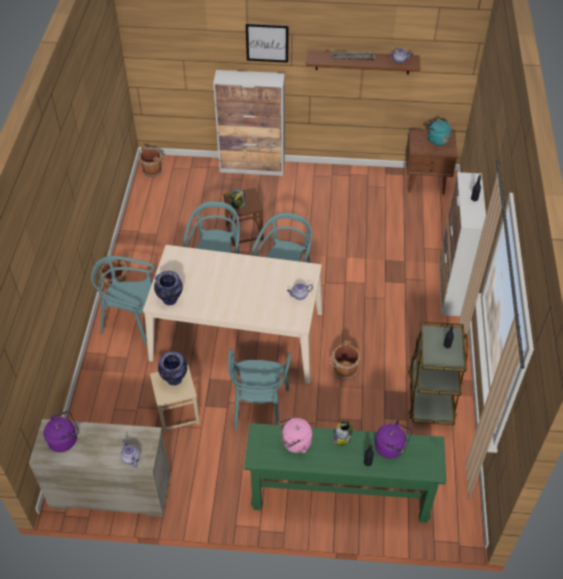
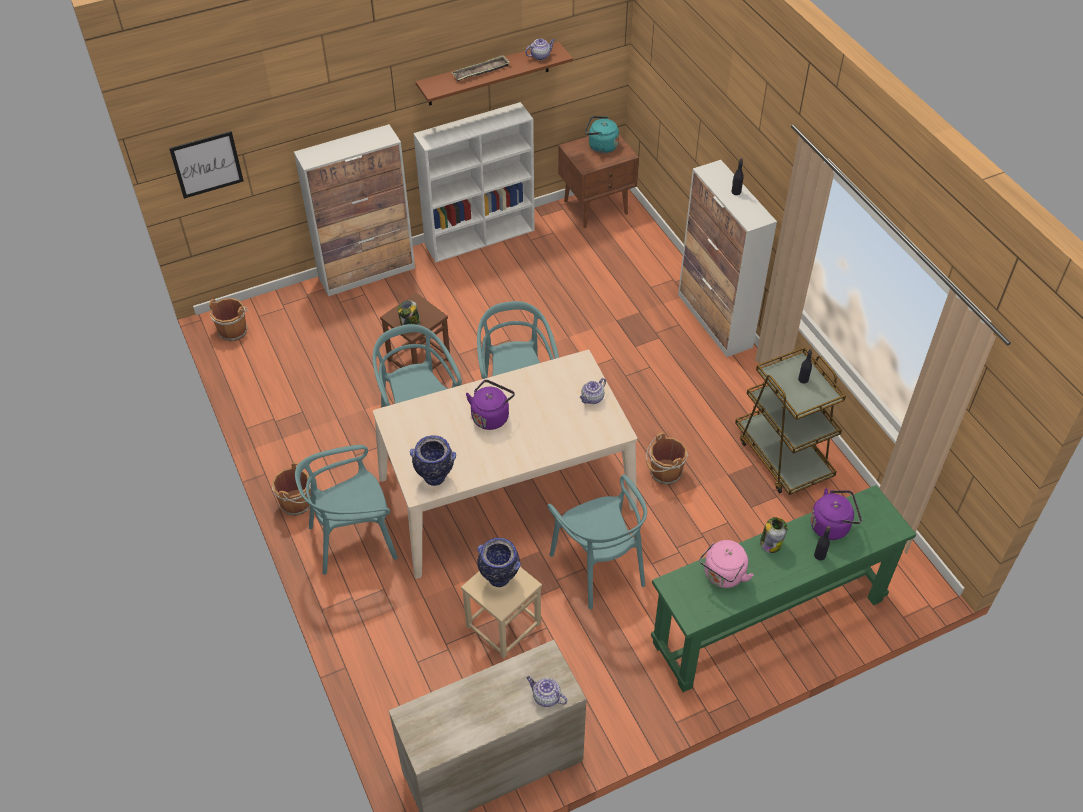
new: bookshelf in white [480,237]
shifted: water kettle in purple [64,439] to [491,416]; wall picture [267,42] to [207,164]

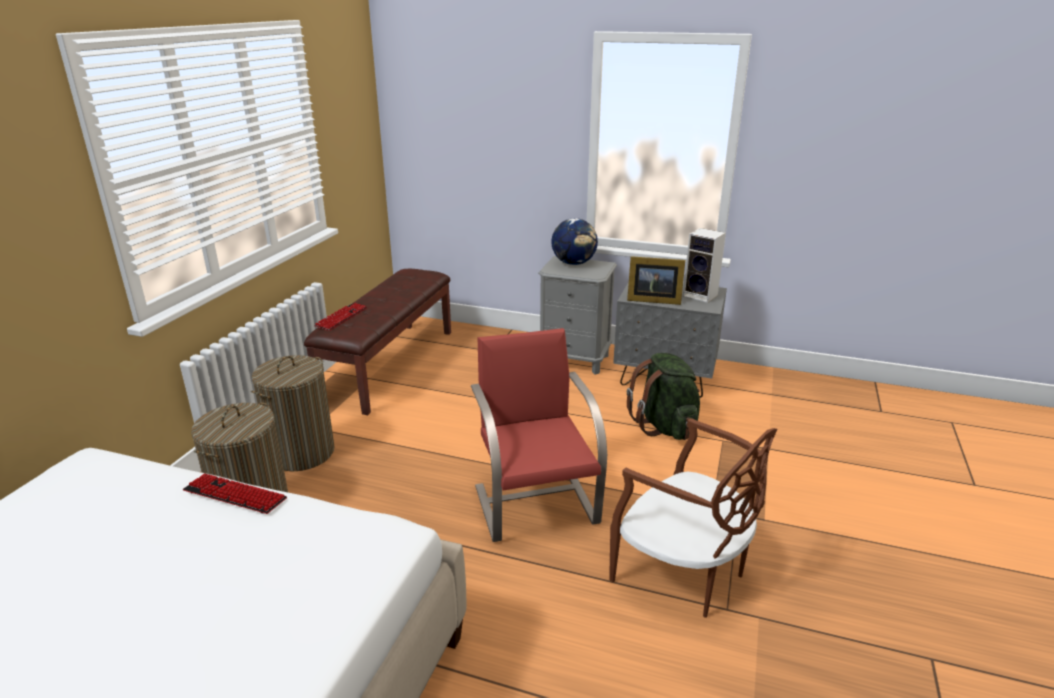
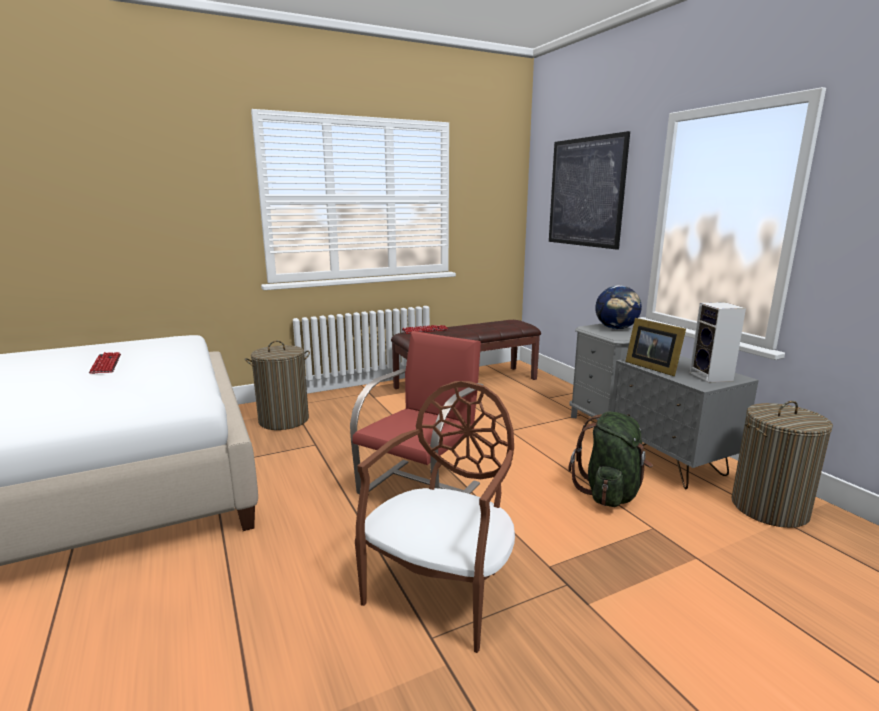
new: wall picture [586,192]
shifted: keyboard [235,495] to [106,364]; washing basket [302,452] to [769,508]
rotated: plain chair in brownish [683,573] = [442,590] 150 degrees counterclockwise

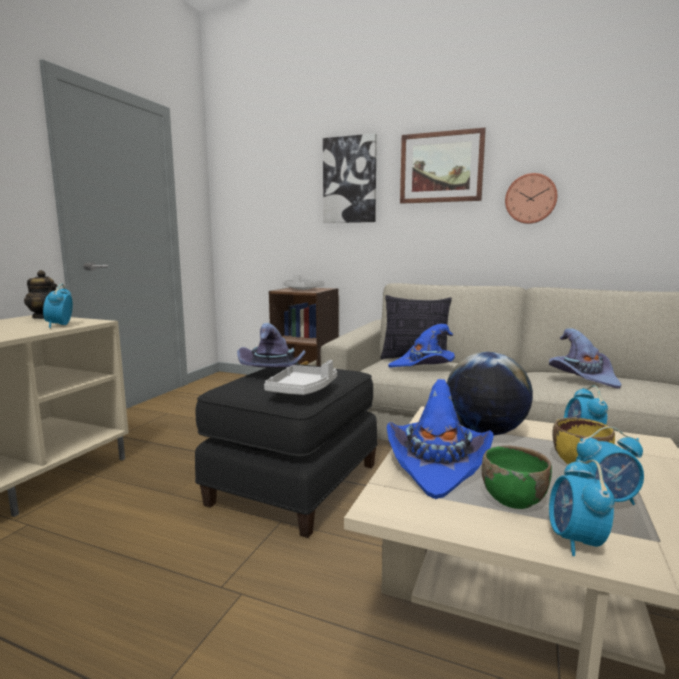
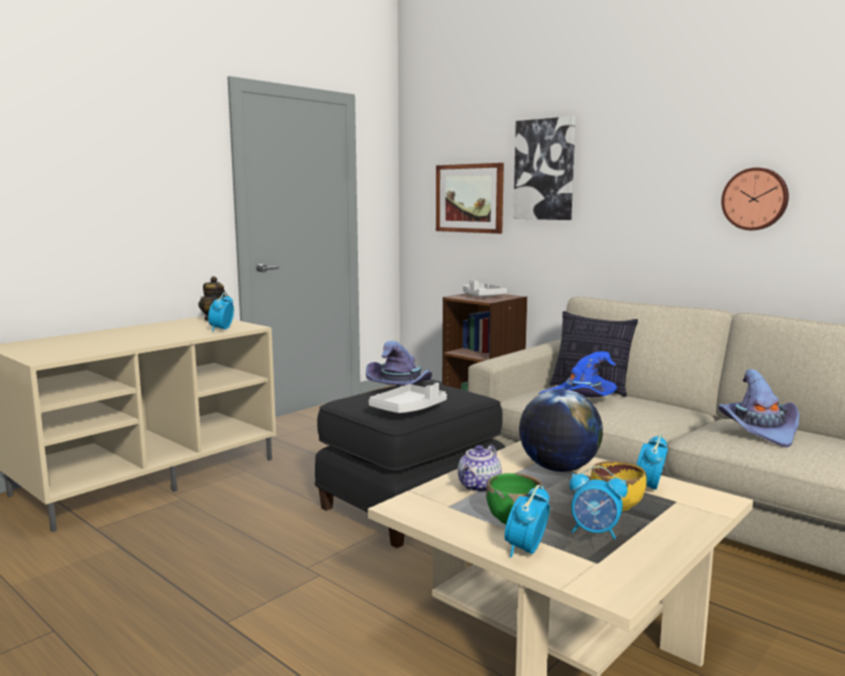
shifted: wall picture [441,167] to [469,198]
swapped: clothing hat in bluish [437,464] to pot for tea [480,487]

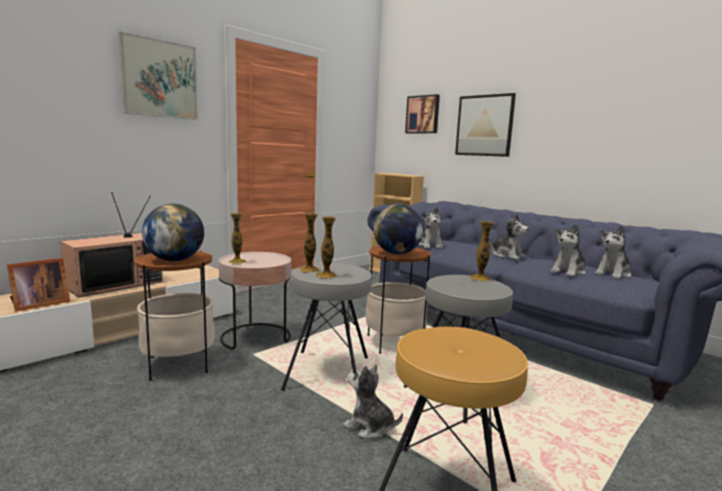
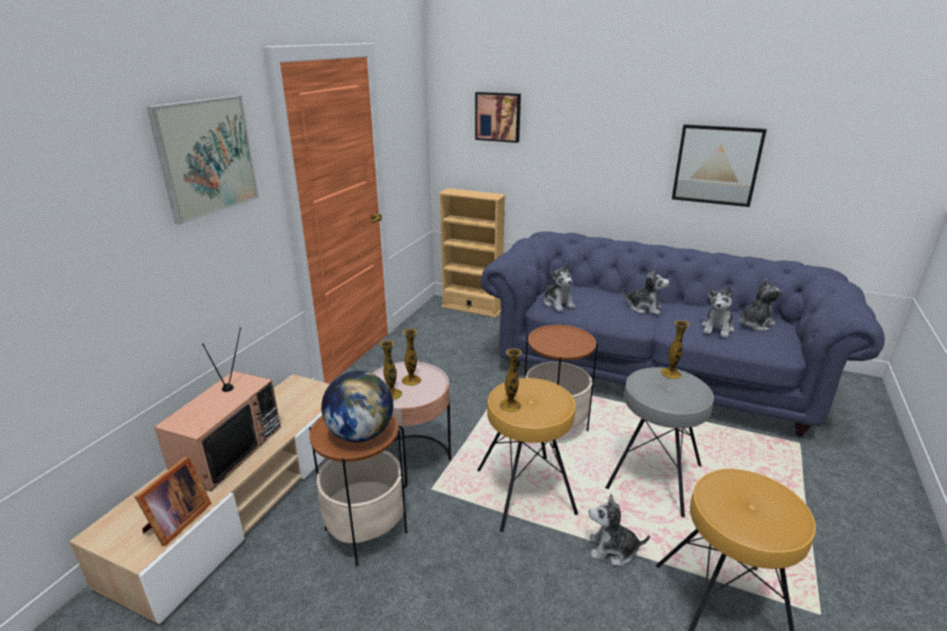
gone: desk globe [397,253]
shifted: decorative vase [326,275] to [411,380]; wall picture [484,125] to [716,165]
repainted: stool in grey [328,373] to stool in brownish [526,491]
rotated: soft toy [613,274] = [754,324] 150 degrees counterclockwise

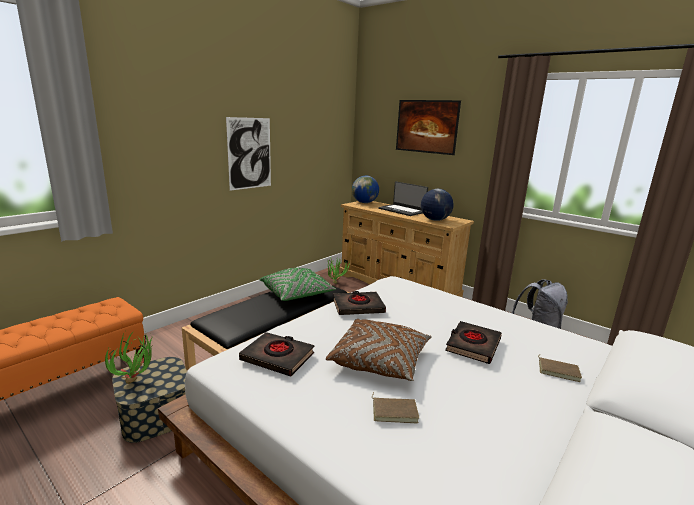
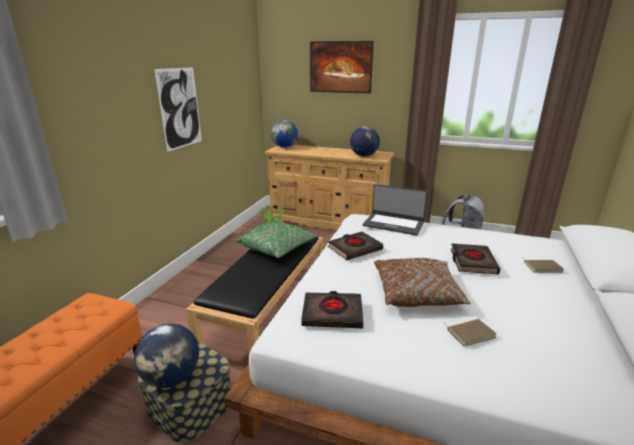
shifted: laptop [402,210] to [393,224]
swapped: houseplant [138,381] to desk globe [172,377]

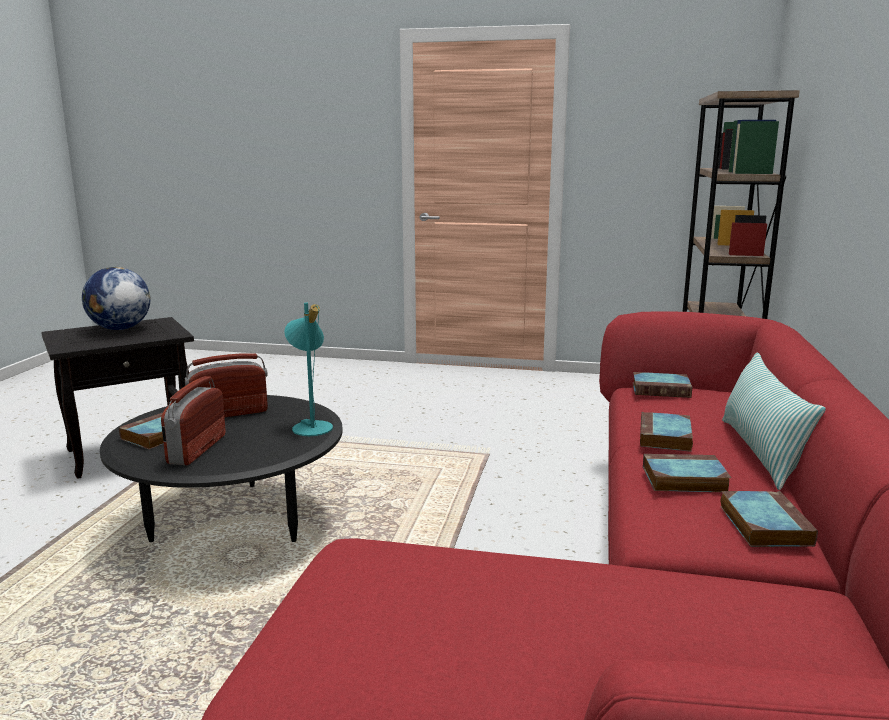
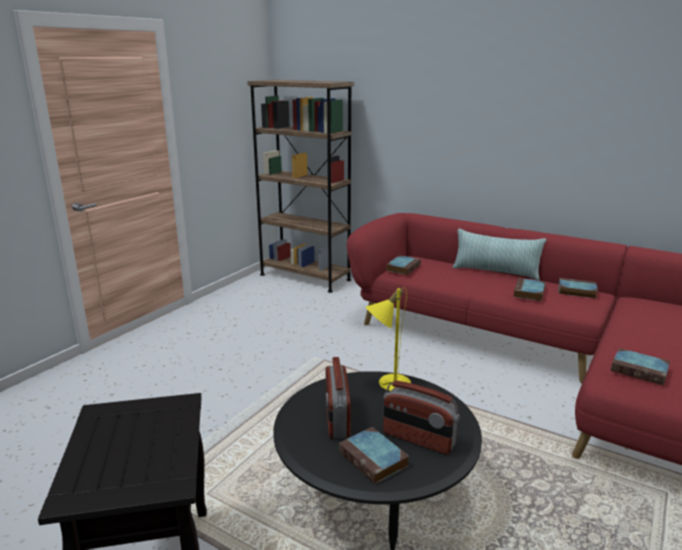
gone: desk globe [119,329]
shifted: book [665,437] to [640,370]
repainted: lamp for a table in turquoise-coloured [311,425] to lamp for a table in yellowish [388,382]

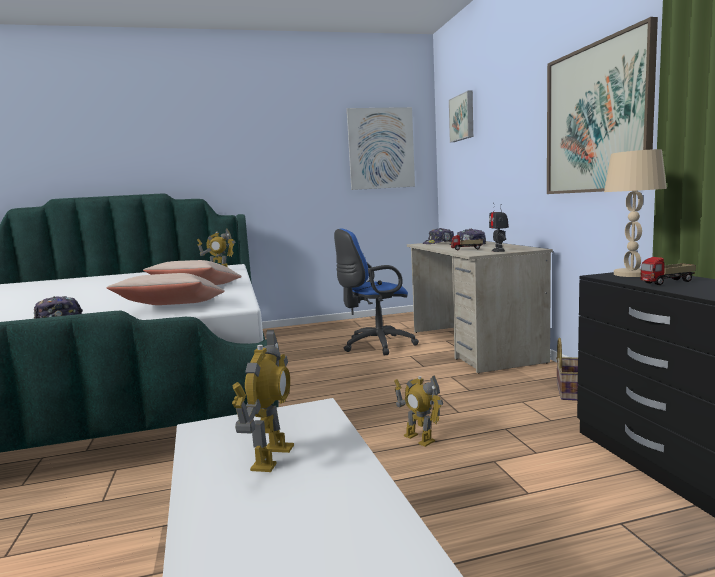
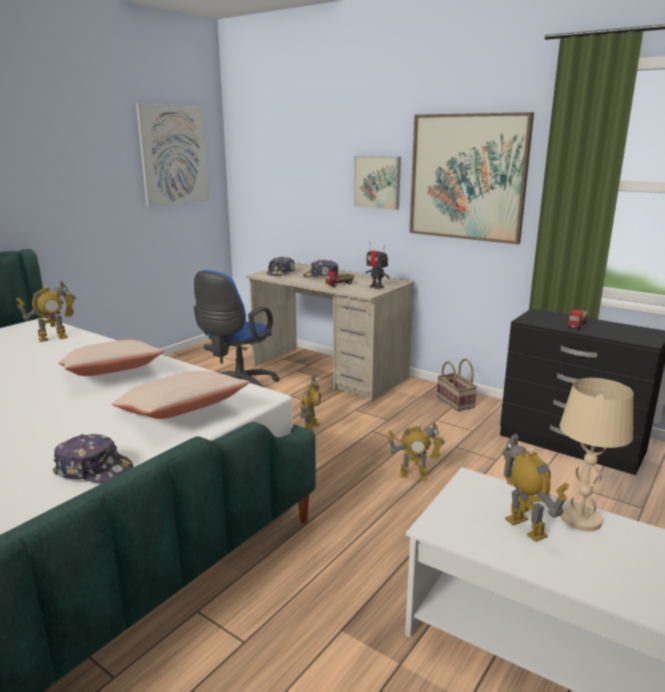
new: model robot [311,428]
shifted: wall picture [463,117] to [378,182]; lamp for a table in sand-coloured [632,274] to [581,519]

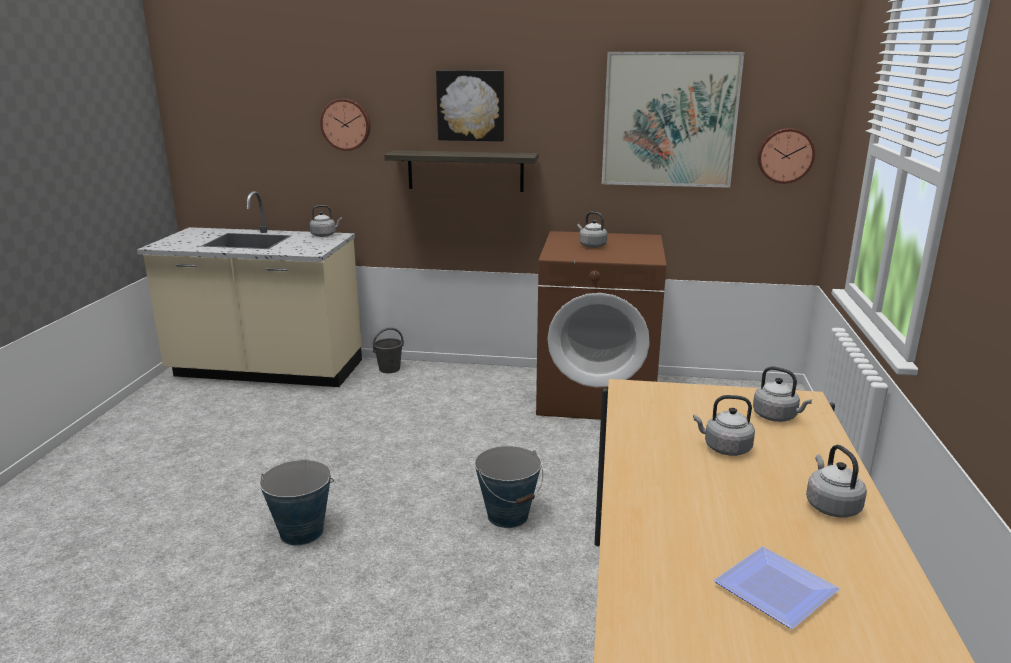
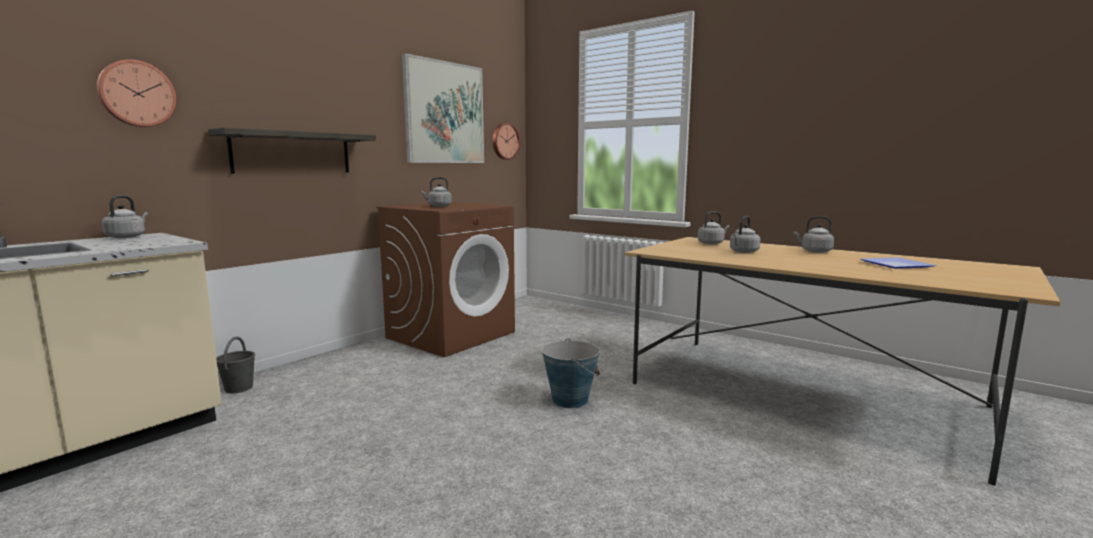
gone: bucket [301,532]; wall picture [471,105]

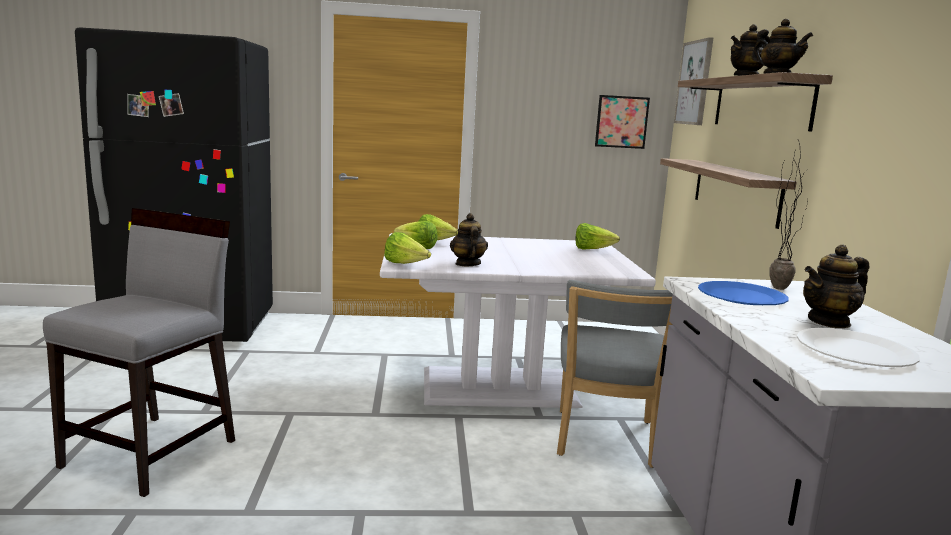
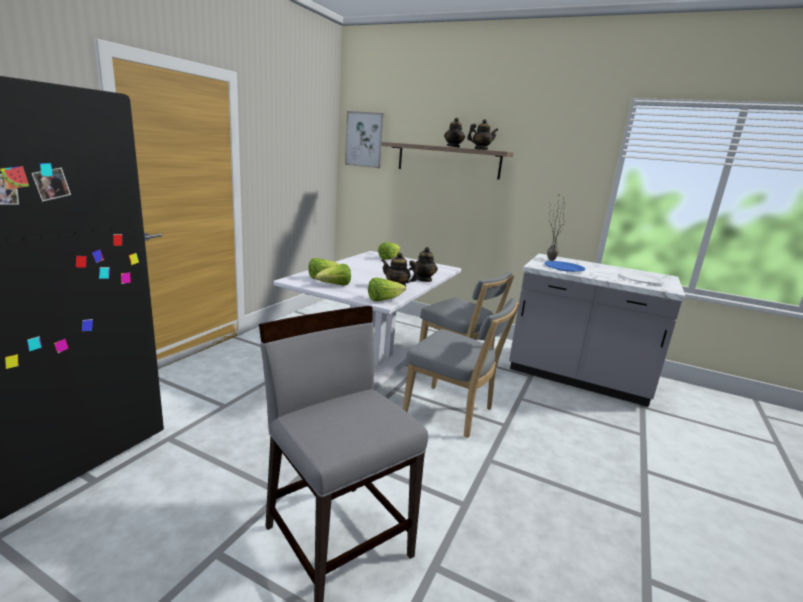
gone: wall picture [621,122]; shelf [735,190]
new: plain chair in grey [452,412]
shifted: pot for tea [829,322] to [424,279]

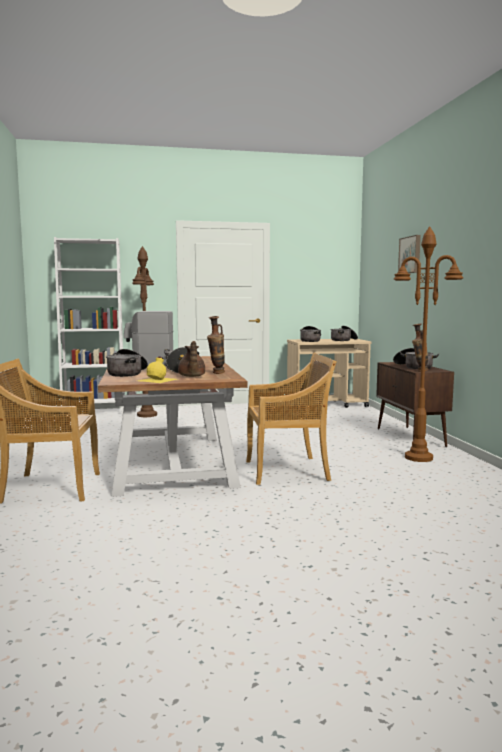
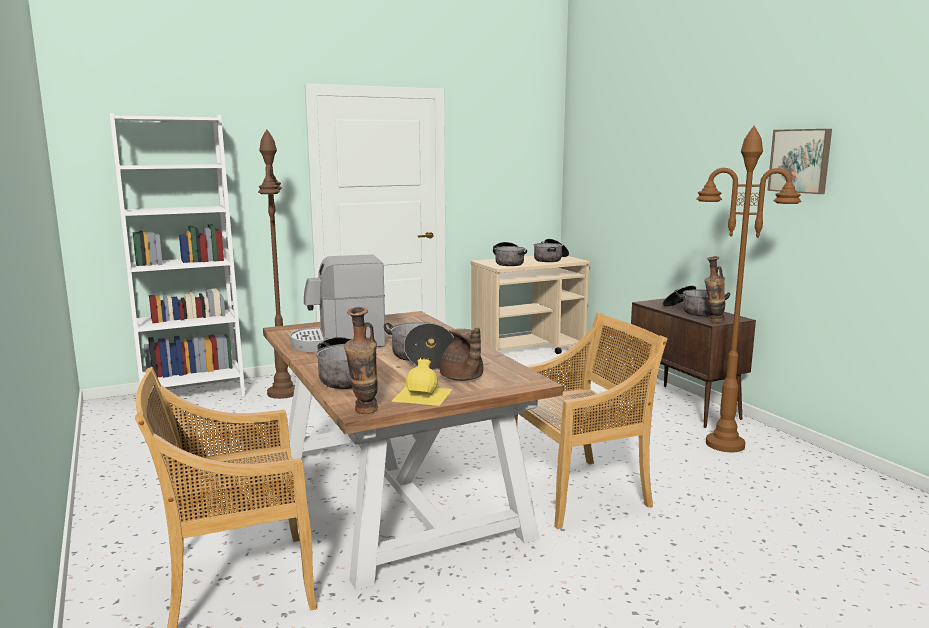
shifted: decorative vase [216,373] to [364,413]; wall picture [410,255] to [800,161]

